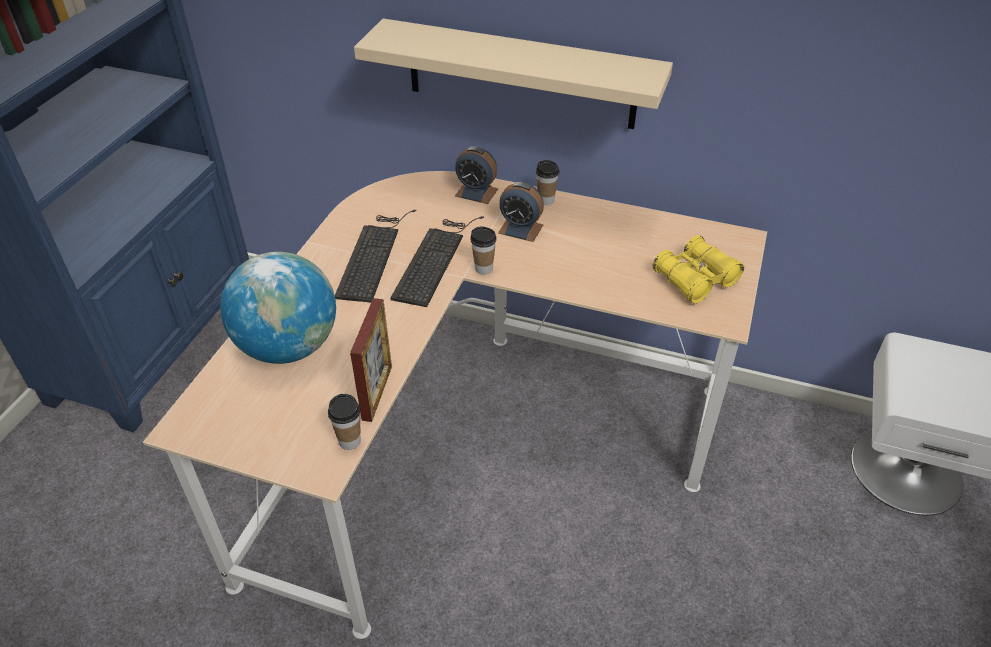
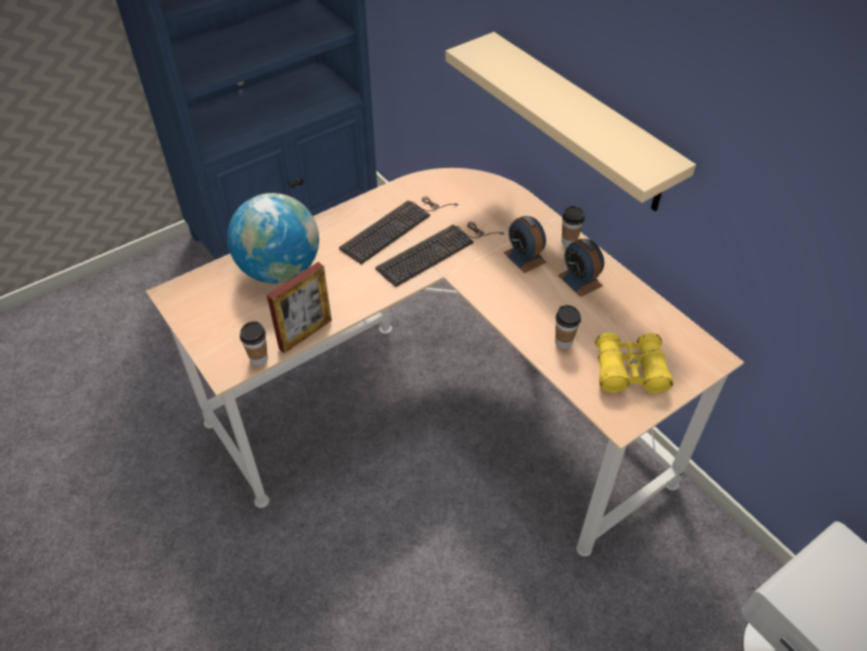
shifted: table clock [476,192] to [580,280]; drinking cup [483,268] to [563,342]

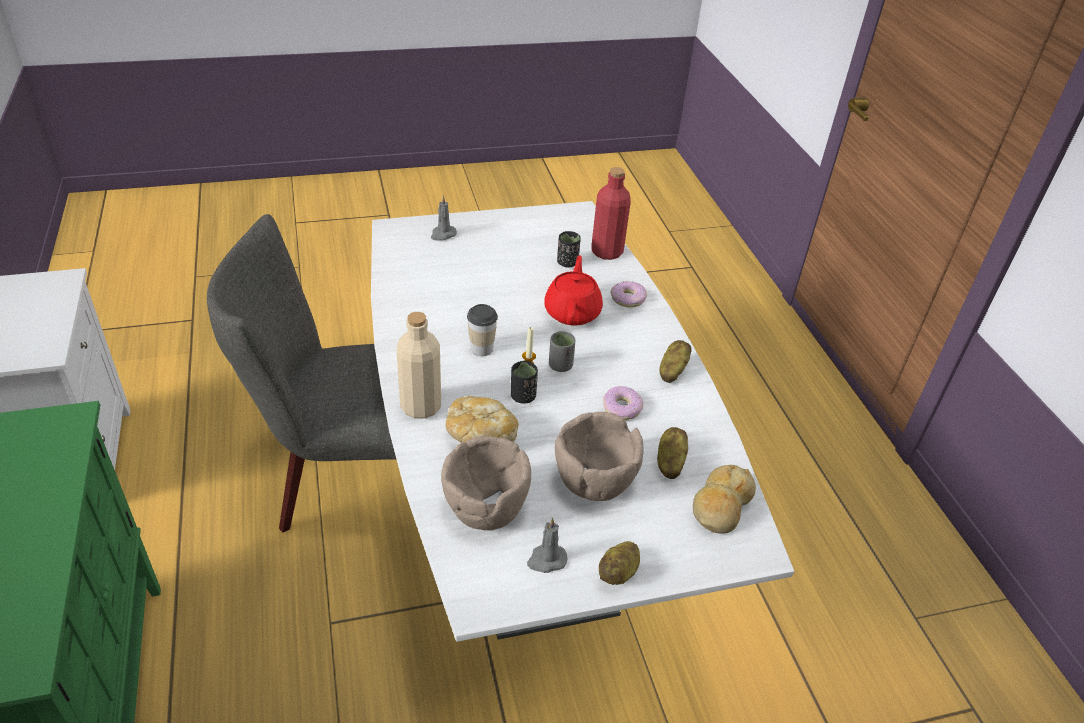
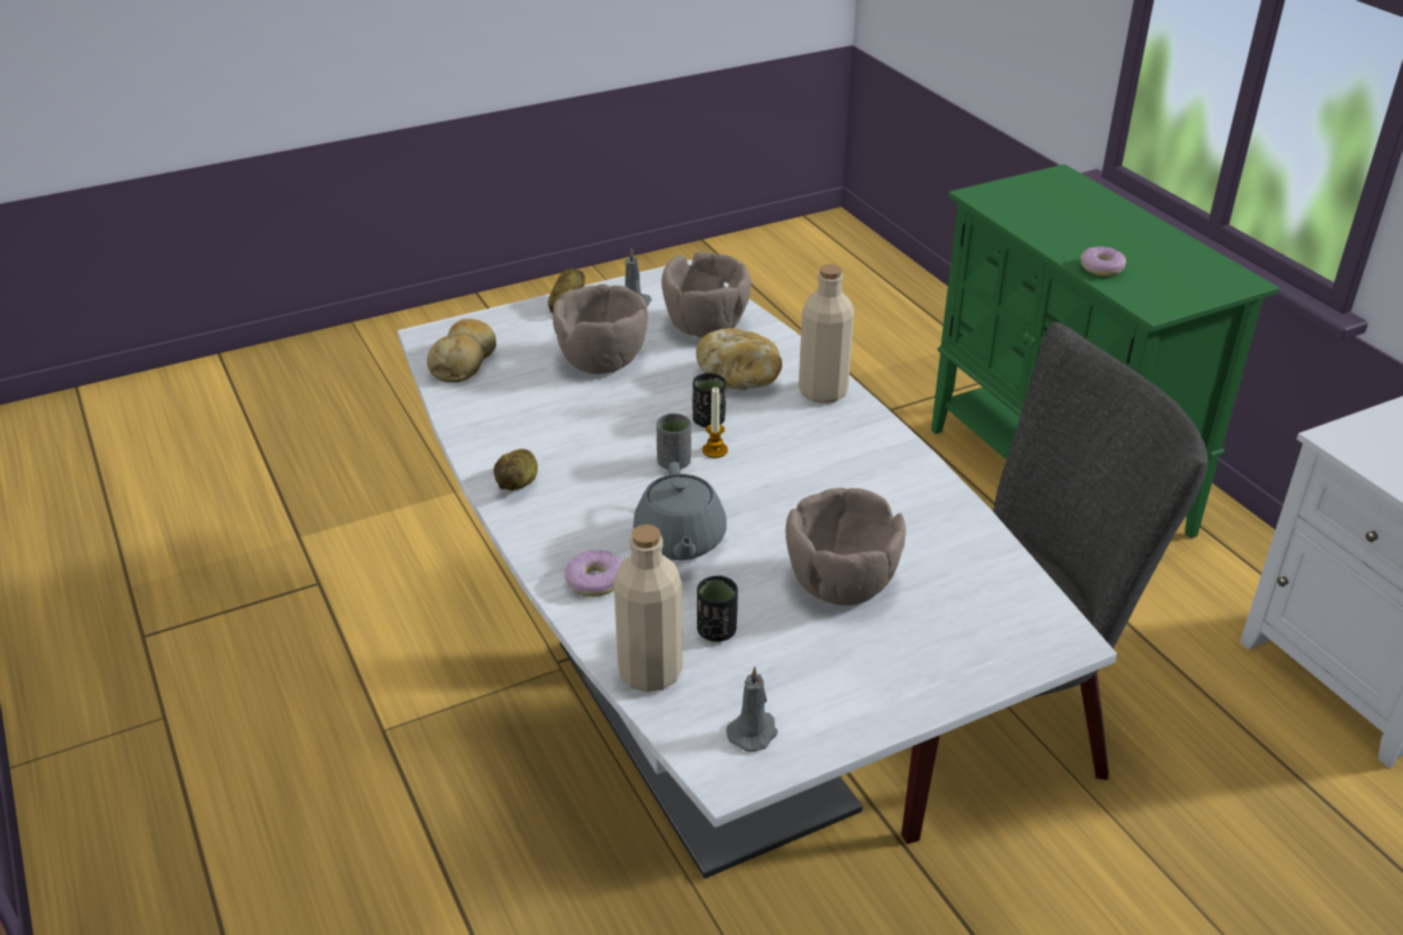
gone: drinking cup [481,348]; potato [669,462]
new: deep dish in brownish [839,583]
shifted: wax candle in grey [443,234] to [754,732]; ring doughnut [622,408] to [1101,268]
repainted: pot for tea in reddish [572,312] to pot for tea in grey [679,541]; beverage bottle in reddish [607,252] to beverage bottle in sand-coloured [650,672]

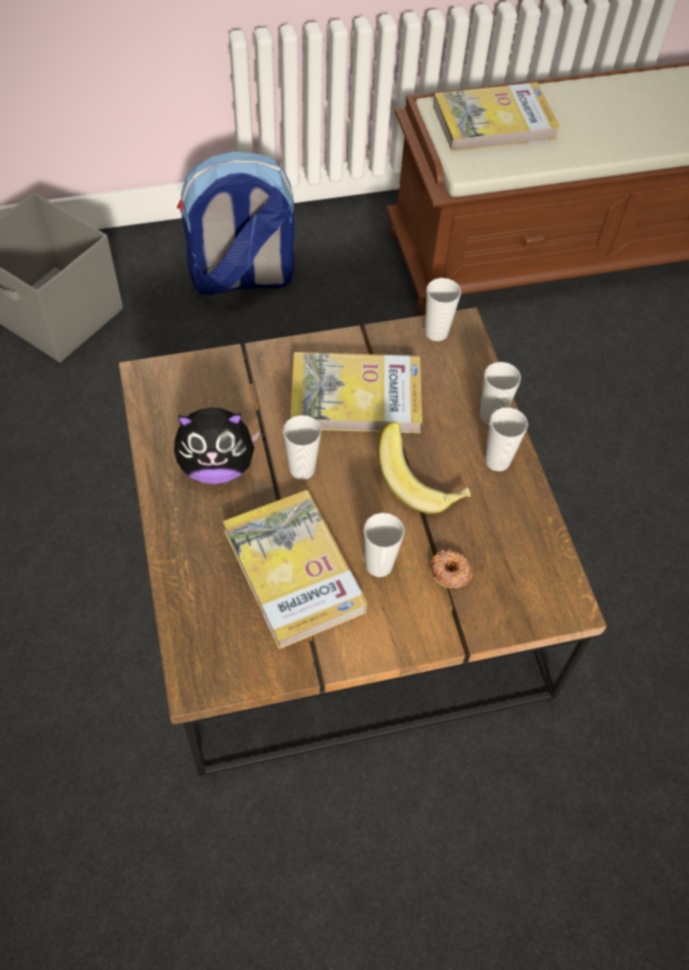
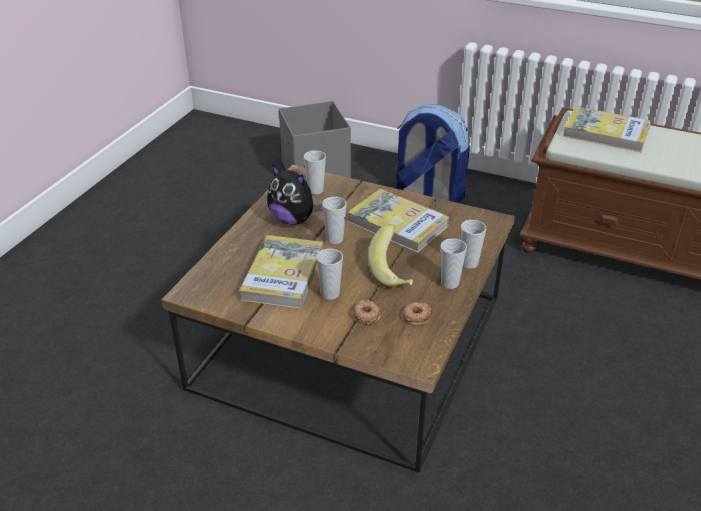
new: ring doughnut [416,316]
shifted: drinking cup [436,332] to [315,190]

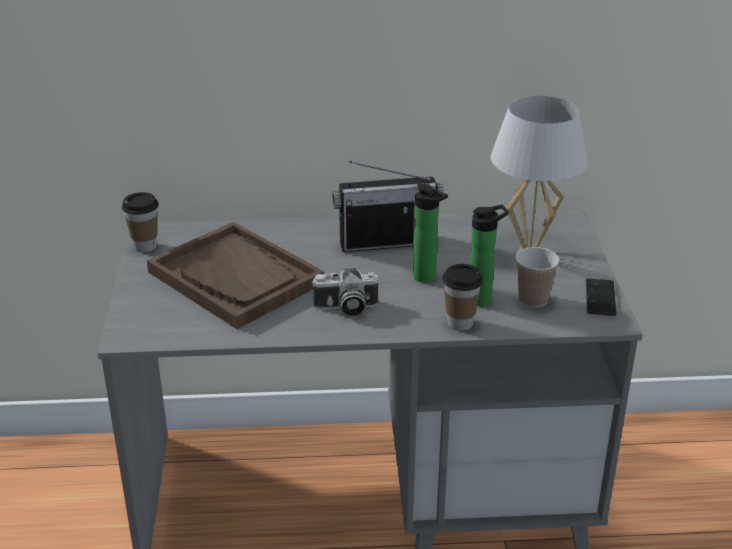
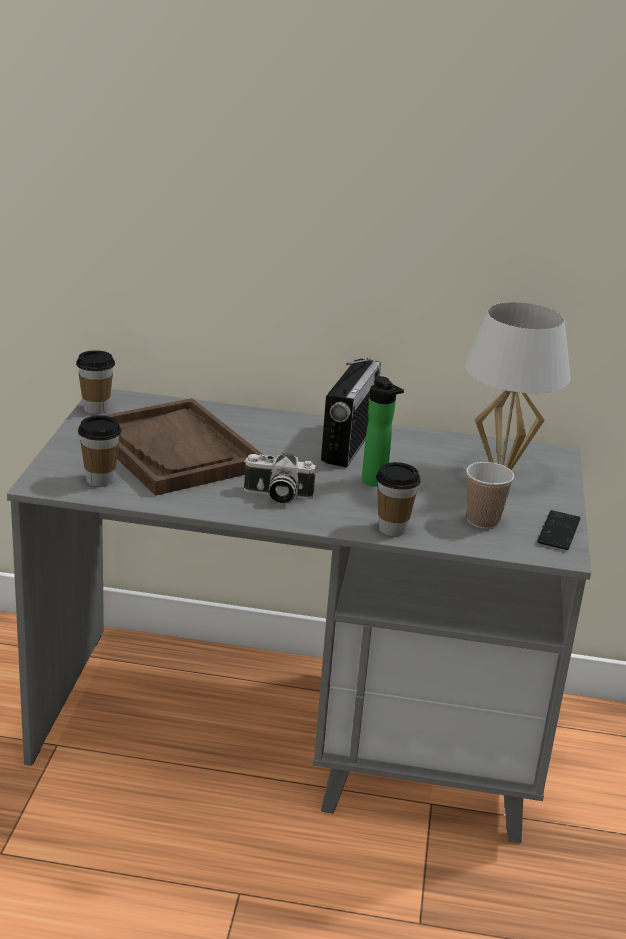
gone: beverage bottle [483,299]
new: drinking cup [100,480]
rotated: radio [387,242] = [348,444] 75 degrees counterclockwise

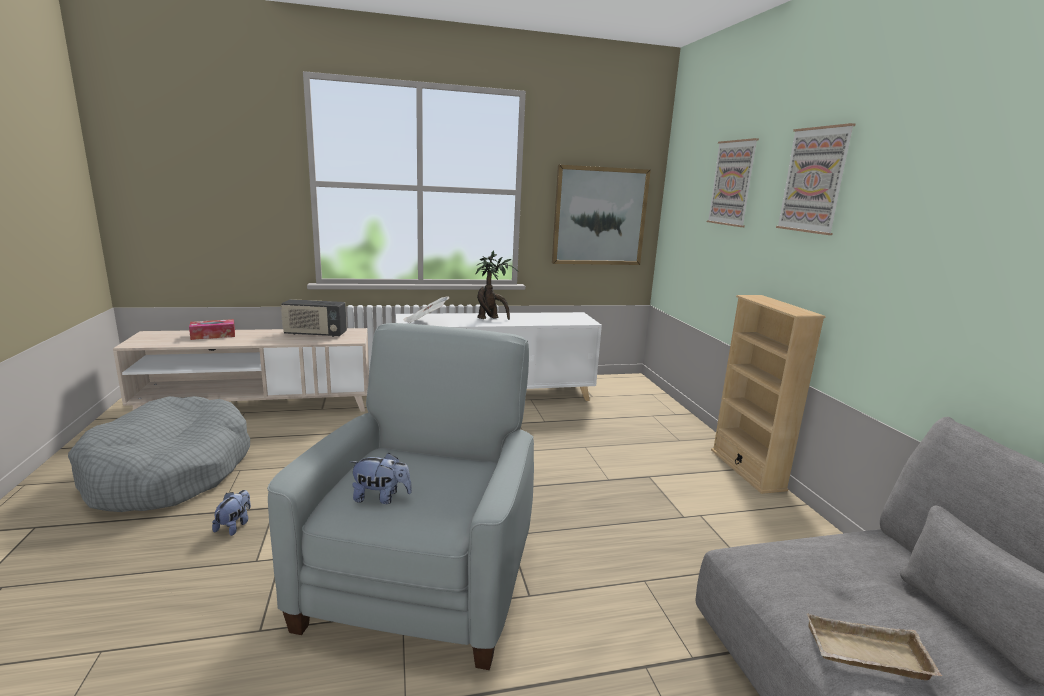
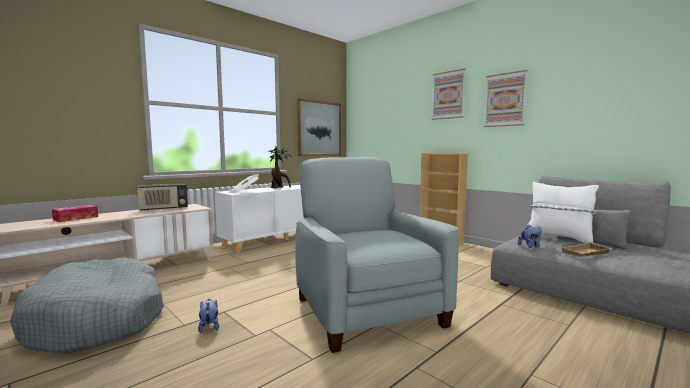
new: pillow in white [558,238]
shifted: soft toy [381,498] to [530,246]; wall picture [732,183] to [505,100]

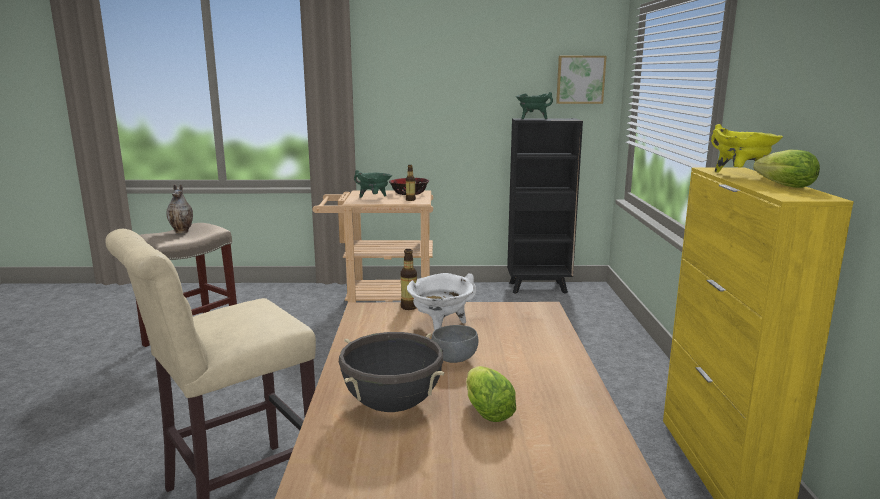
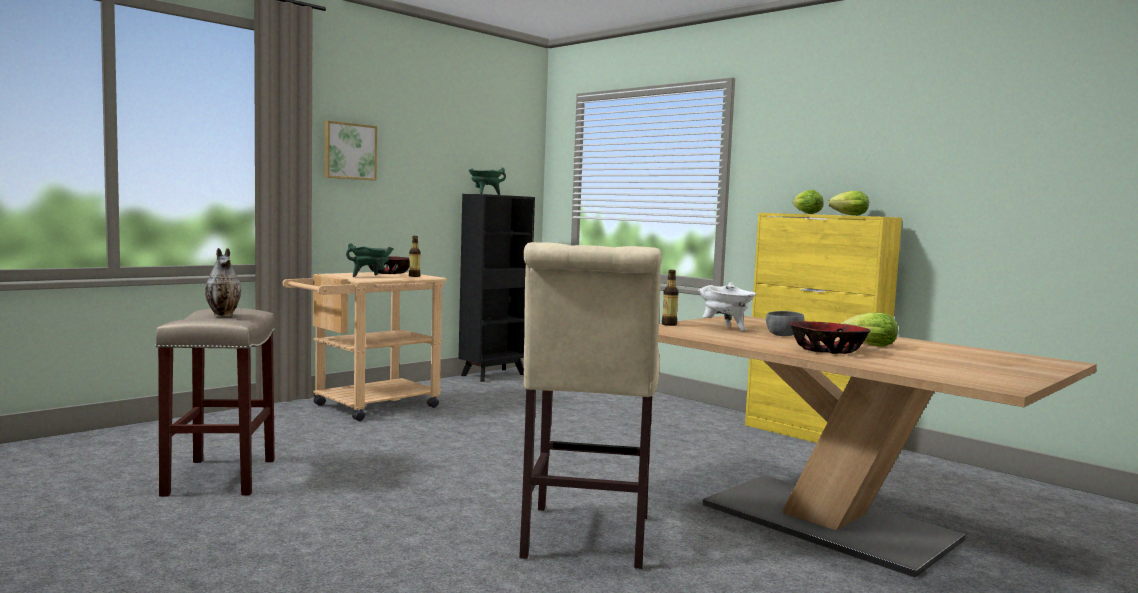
shifted: wall picture [580,79] to [349,151]
swapped: cooking pot in black-coloured [392,404] to deep dish [827,350]; cooking pot in yellowish [740,176] to lettuce head [805,213]

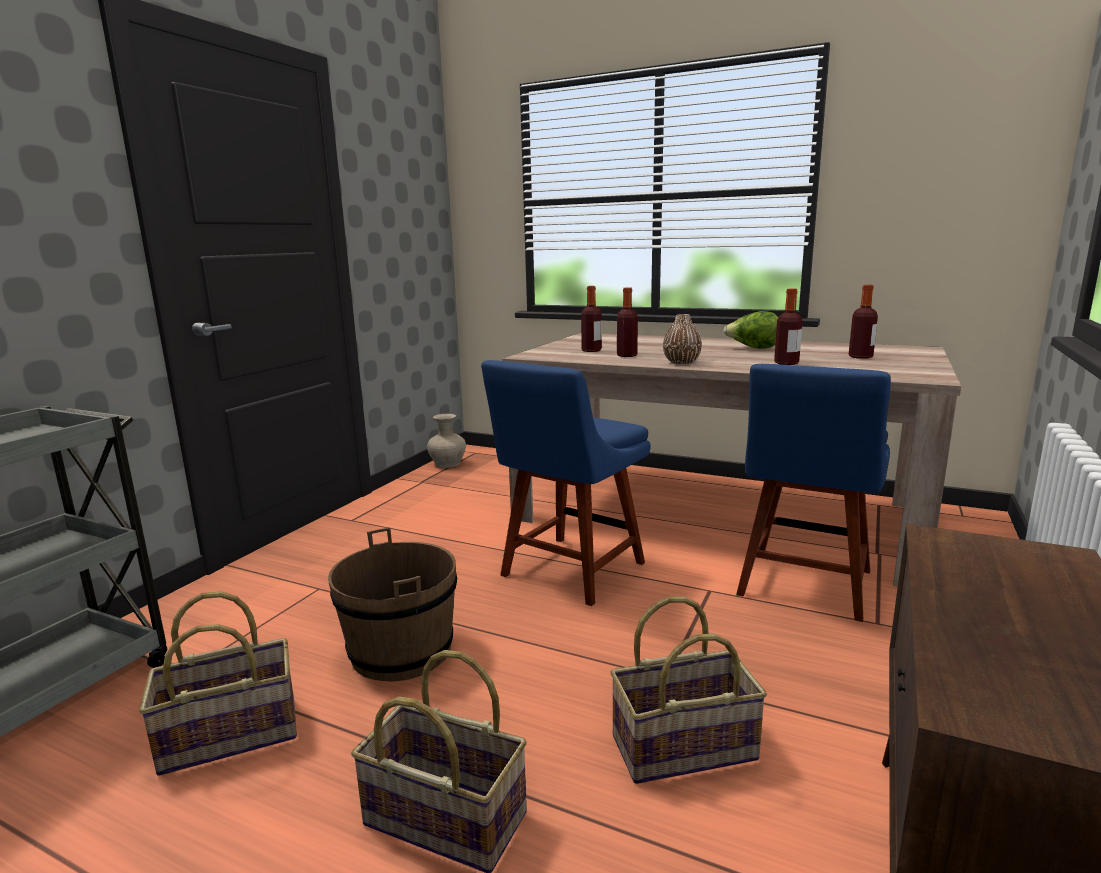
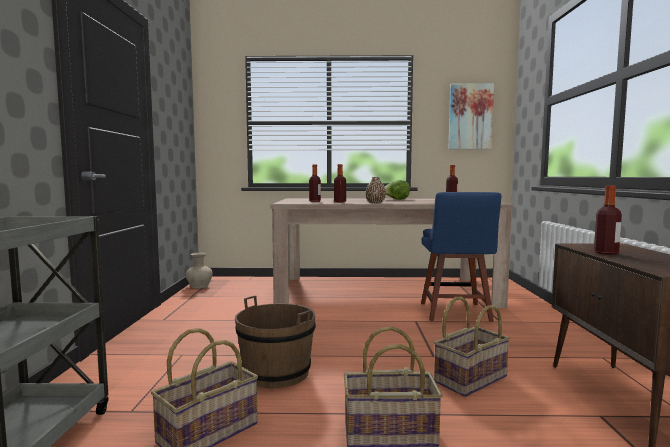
gone: plain chair in bluish [569,572]
new: wall picture [470,116]
shifted: beverage bottle [786,363] to [606,253]

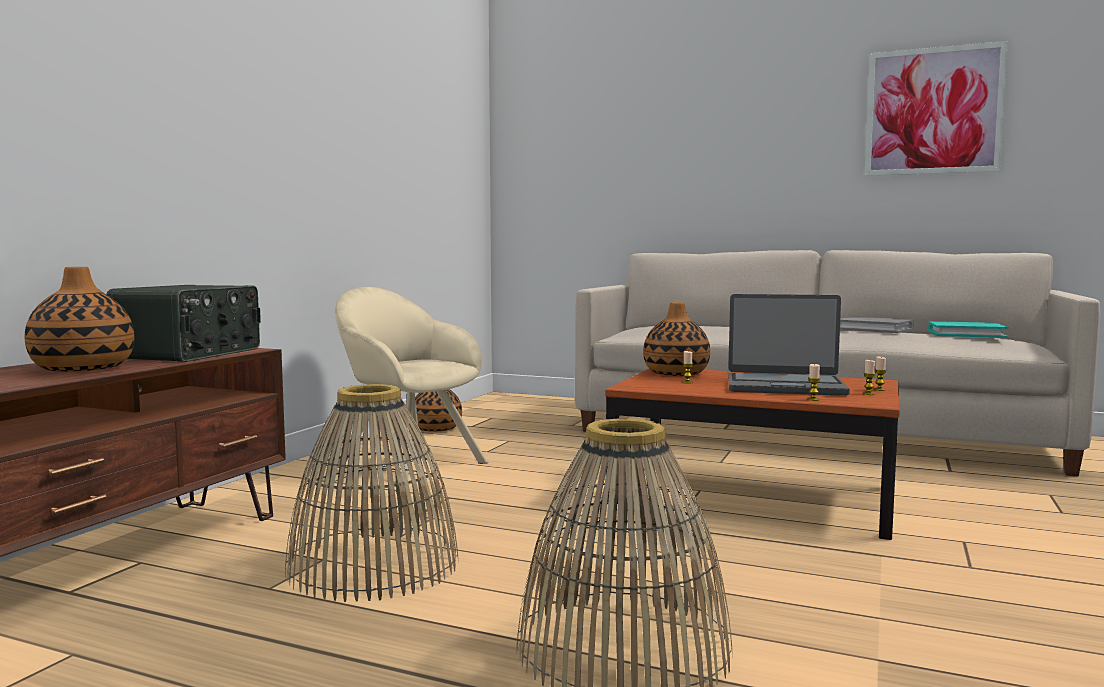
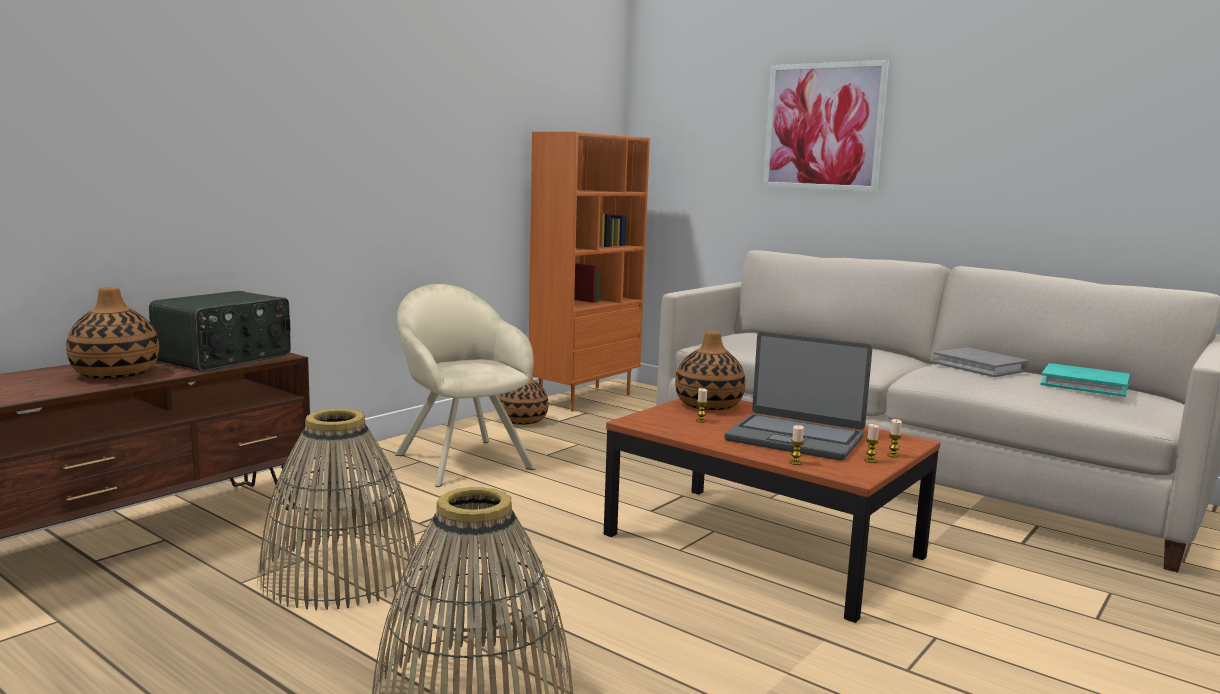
new: bookshelf in orangey [584,398]
shifted: wall picture [933,111] to [823,127]

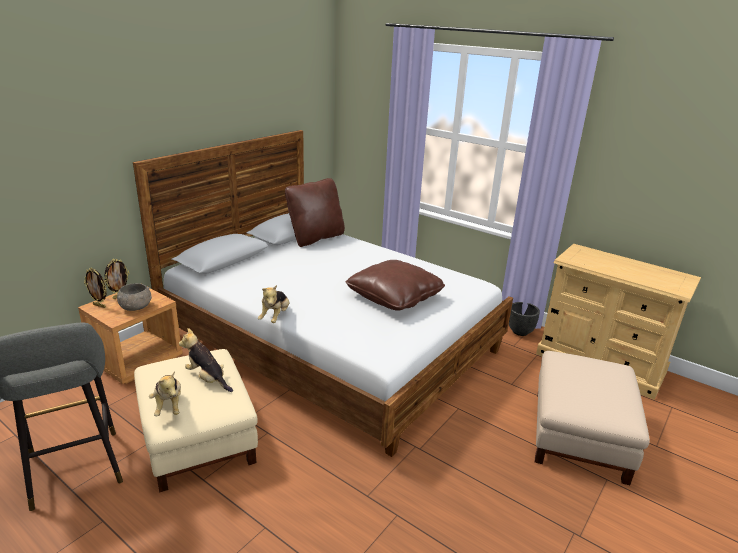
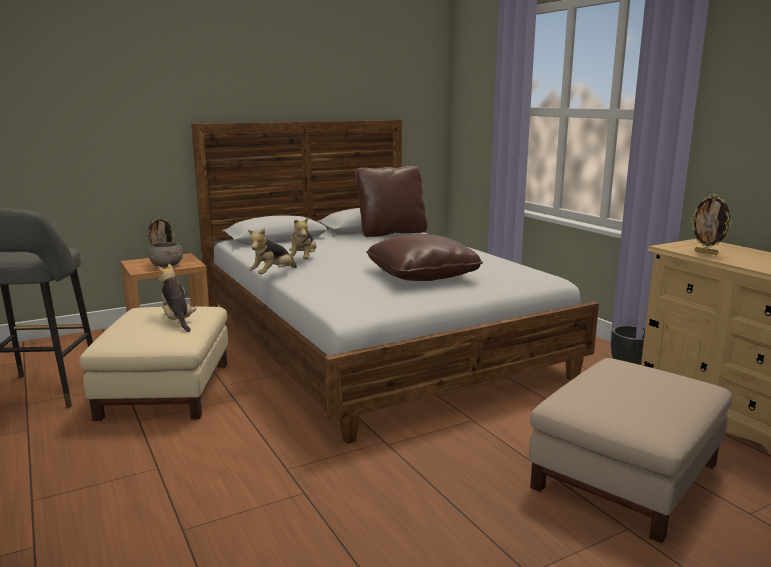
shifted: standing frame [100,305] to [706,252]; soft toy [169,406] to [303,260]

